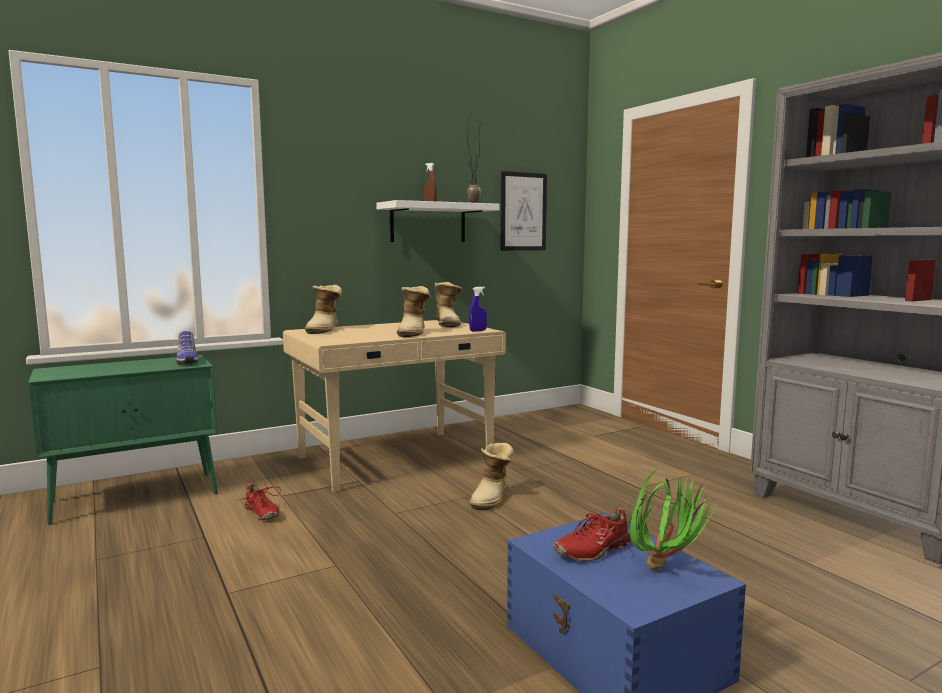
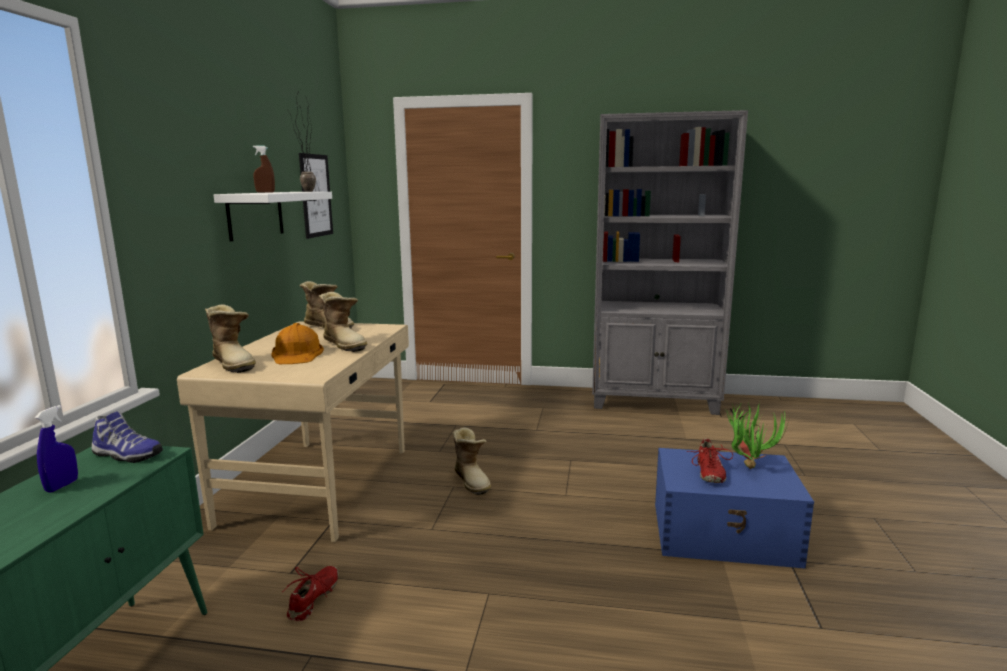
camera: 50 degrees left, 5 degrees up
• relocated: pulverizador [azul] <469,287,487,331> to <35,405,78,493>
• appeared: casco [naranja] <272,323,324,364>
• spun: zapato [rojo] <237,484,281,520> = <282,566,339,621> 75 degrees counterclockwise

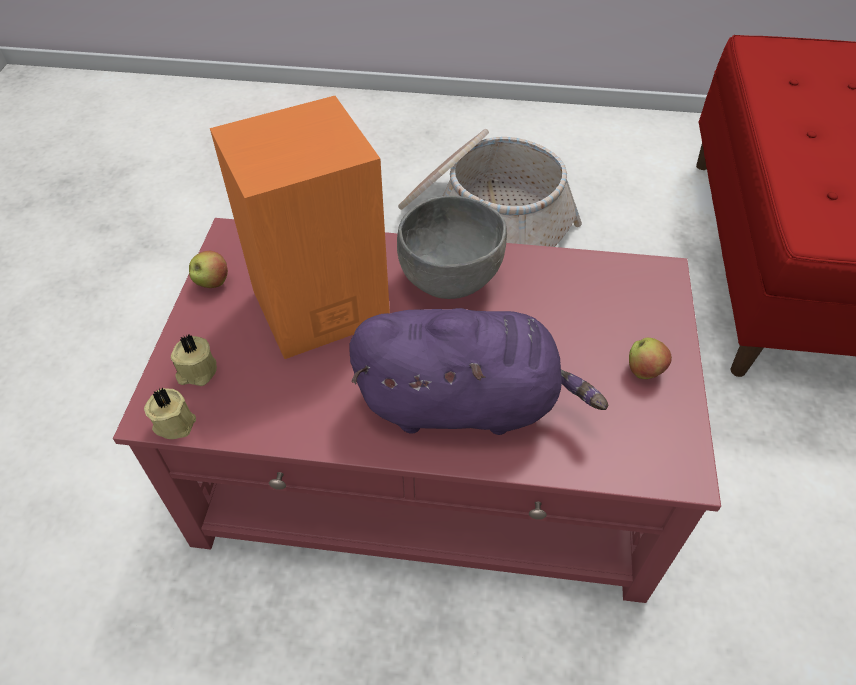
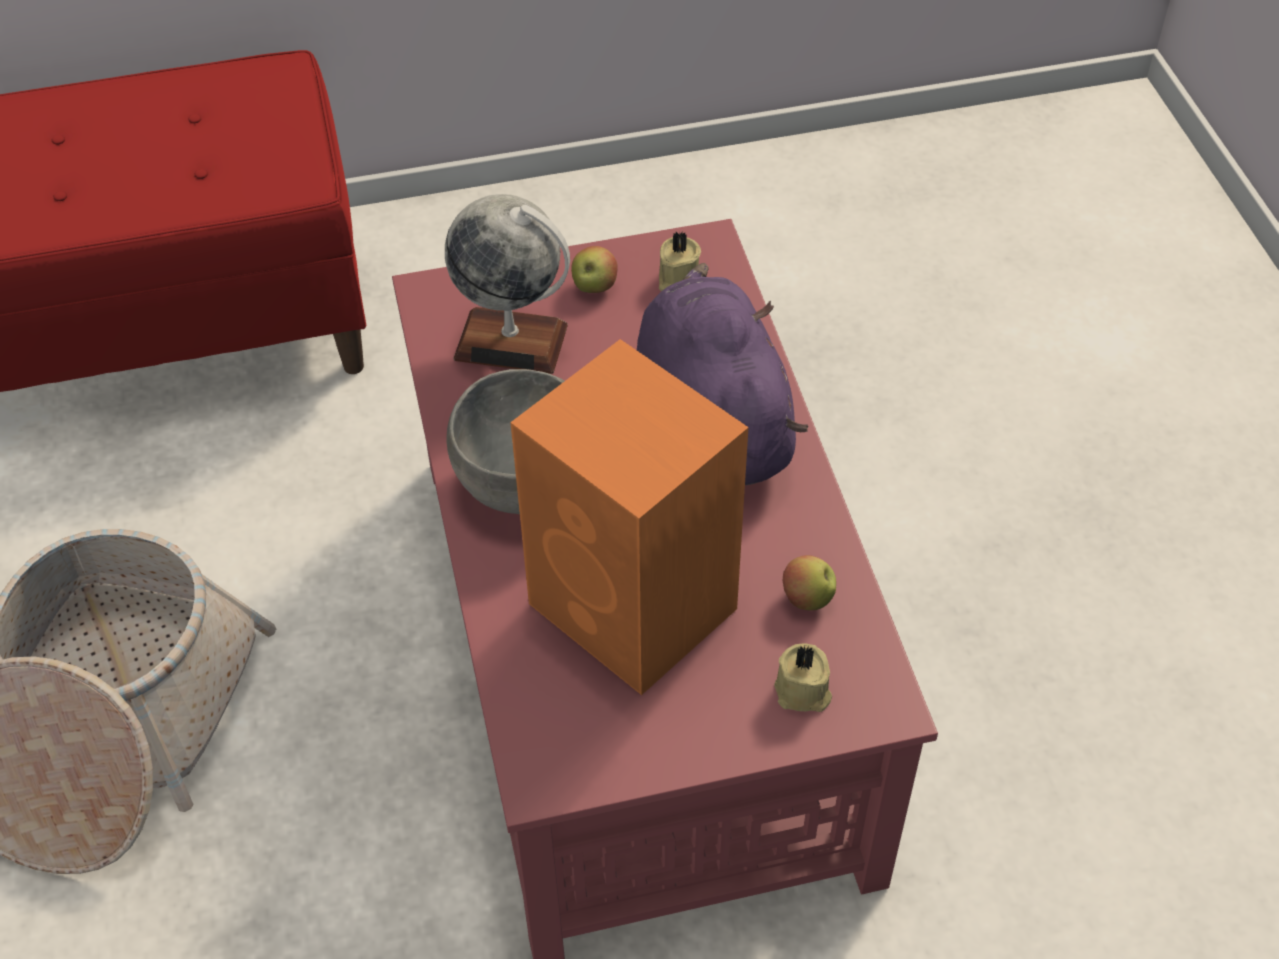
camera: 110 degrees left, 0 degrees up
• appeared: globo terráqueo <445,194,570,374>
• relocated: vela [beis] <144,388,196,439> to <659,232,701,291>
• relocated: manzana <189,251,228,288> to <782,555,836,610>

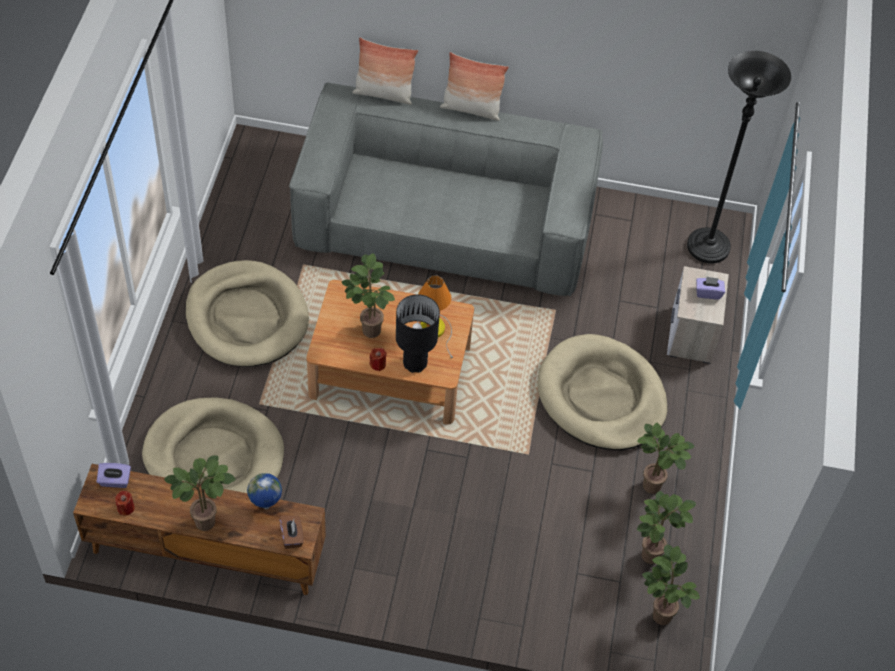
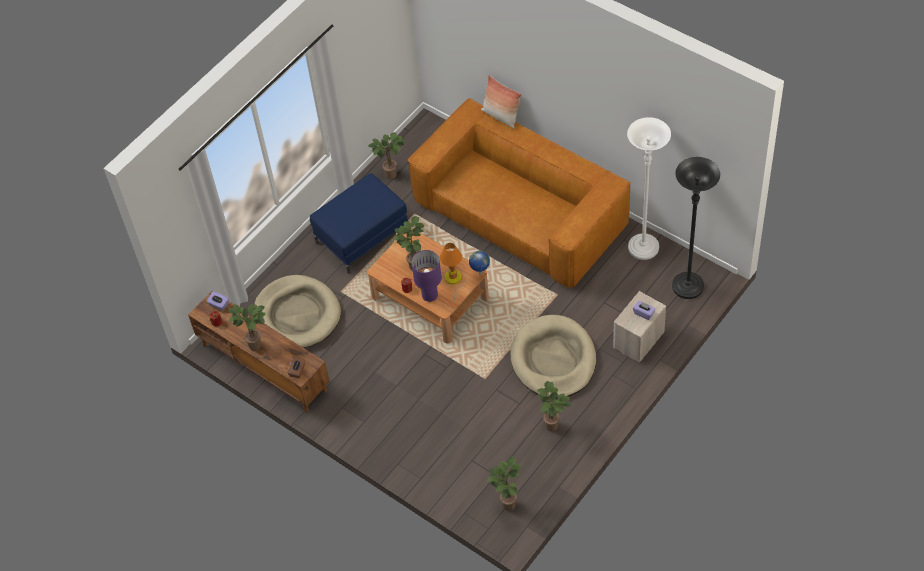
camera: 35 degrees right, 0 degrees up
• exchanged: cama para perro [beis] <185,260,309,367> to puf [azul] <310,173,408,274>
• relocated: planta en maceta <637,491,696,564> to <368,133,407,179>
• colour: sofá [gris] <289,83,603,296> to sofá [marrón] <407,98,631,288>
• colour: lámpara de mesa [negro] <396,294,440,373> to lámpara de mesa [morado] <411,250,442,302>
• relocated: globo terráqueo <247,473,282,509> to <469,251,490,275>
• appeared: lámpara de pie [blanco] <627,117,671,260>
• missing: cojín <440,52,509,121>

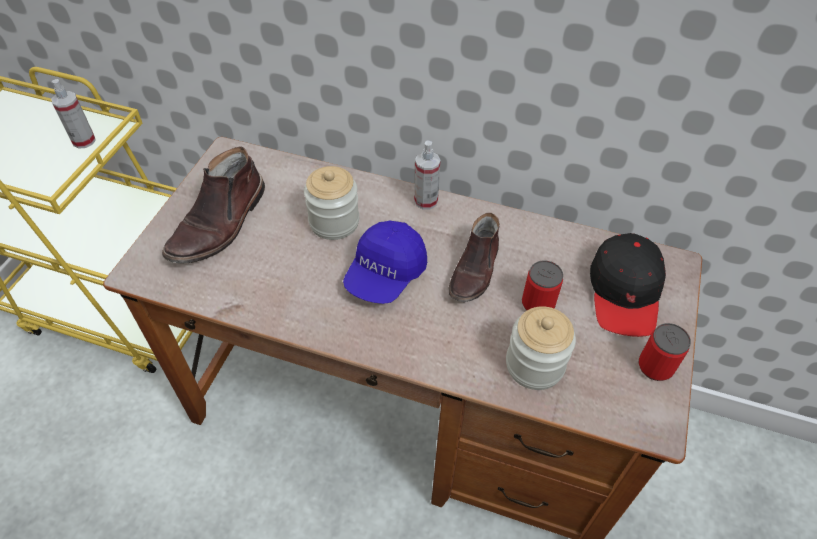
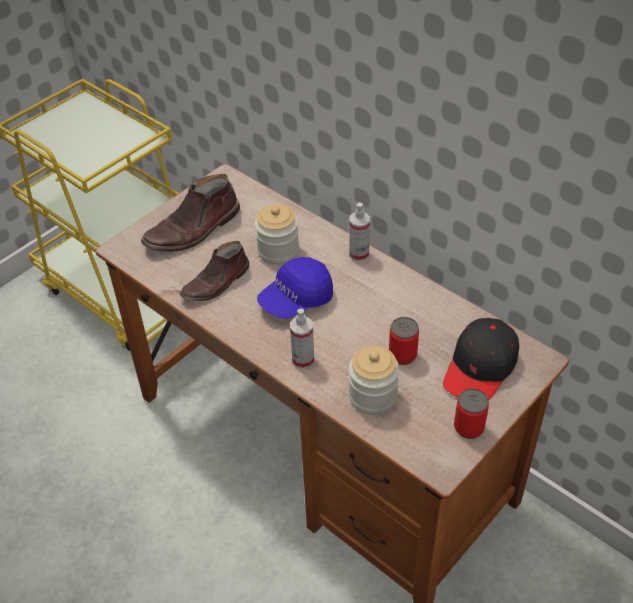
camera: 25 degrees right, 5 degrees down
• relocated: zapato [marrón] <448,213,500,302> to <179,241,249,301>
• relocated: pulverizador <51,79,96,149> to <290,309,314,369>

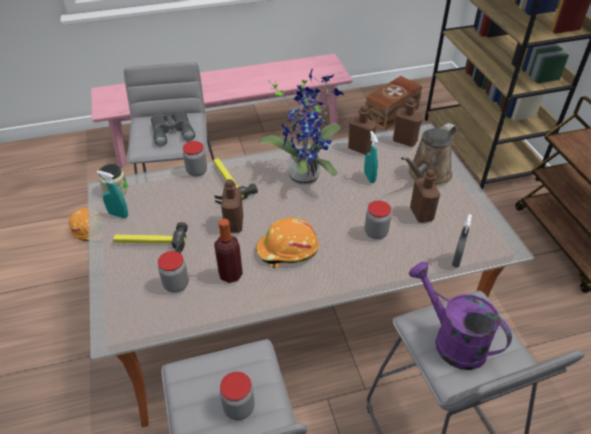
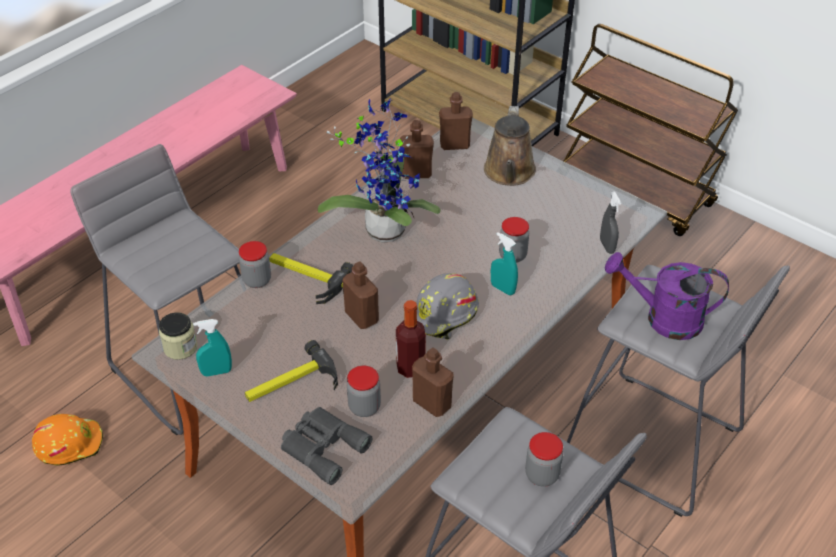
camera: 35 degrees left, 0 degrees up
• relocated: prismáticos [gris] <151,110,195,146> to <281,407,372,485>
• relocated: botella [marrón] <410,169,440,223> to <412,348,454,417>
• colour: casco [naranja] <256,218,319,268> to casco [gris] <416,273,479,340>
• relocated: pulverizador [turquesa] <364,131,378,183> to <491,233,518,295>
• missing: caja de almacenaje [marrón] <365,76,422,130>

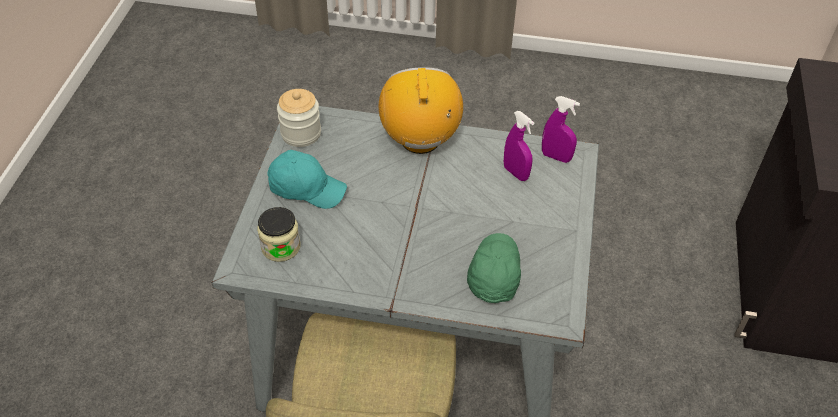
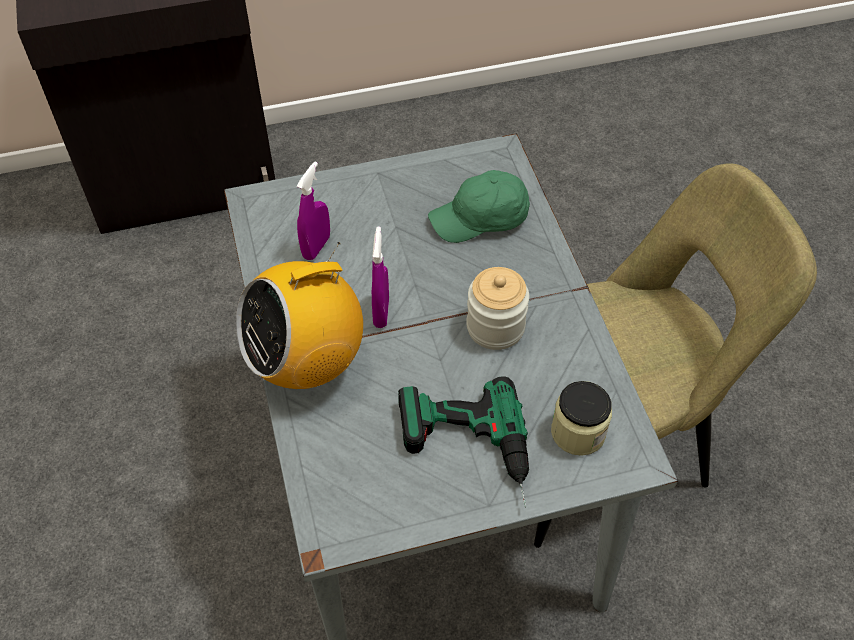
camera: 115 degrees left, 5 degrees up
• relocated: pulverizador [morado] <542,96,580,163> to <372,227,389,328>
• exchanged: gorra [turquesa] <267,150,347,209> to taladro <398,376,529,508>
• relocated: tarro <277,89,321,147> to <466,267,529,350>

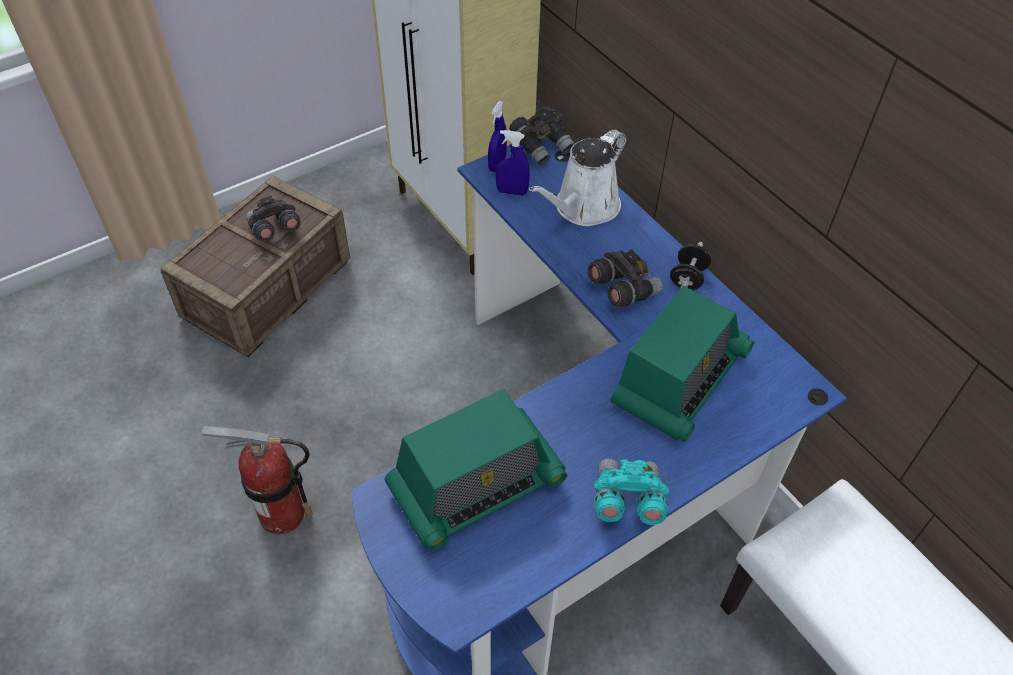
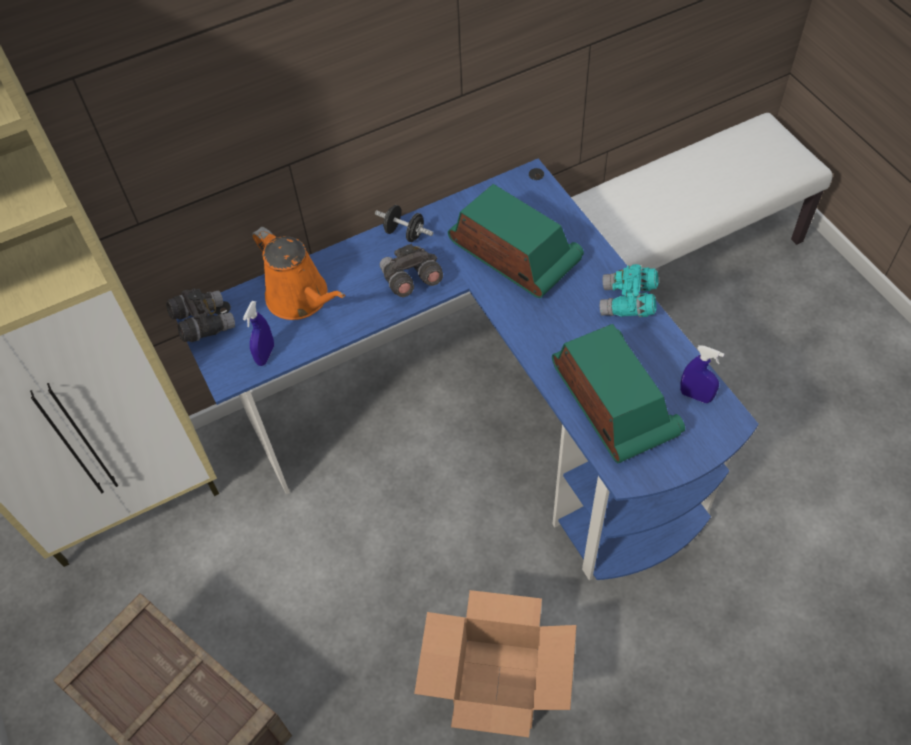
camera: 80 degrees left, 5 degrees up
• colour: regadera [blanco] <529,130,627,226> to regadera [naranja] <252,227,345,320>
• exchanged: extintor <201,426,313,534> to caja de cartón <414,590,577,737>
• relocated: pulverizador [azul] <488,101,507,172> to <680,345,724,403>
• missing: prismáticos [gris] <246,196,300,241>

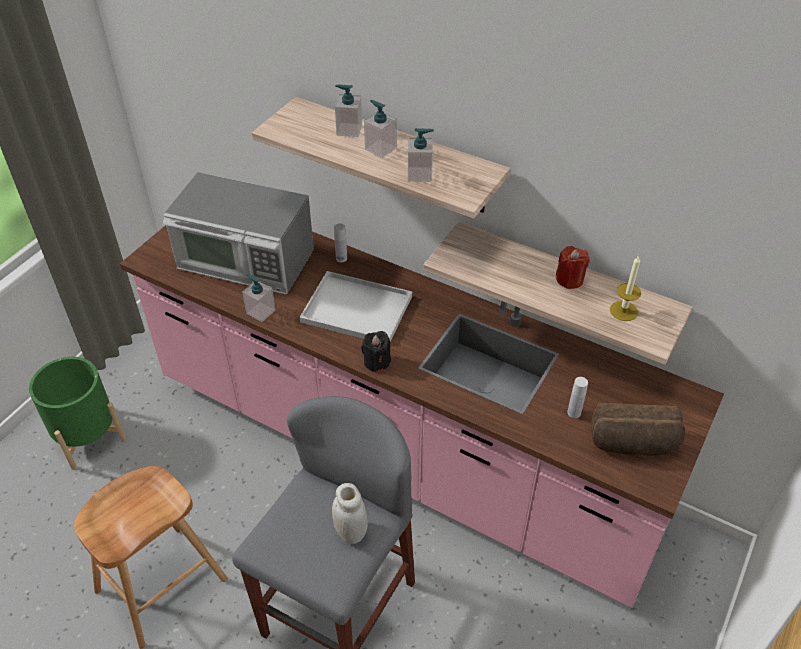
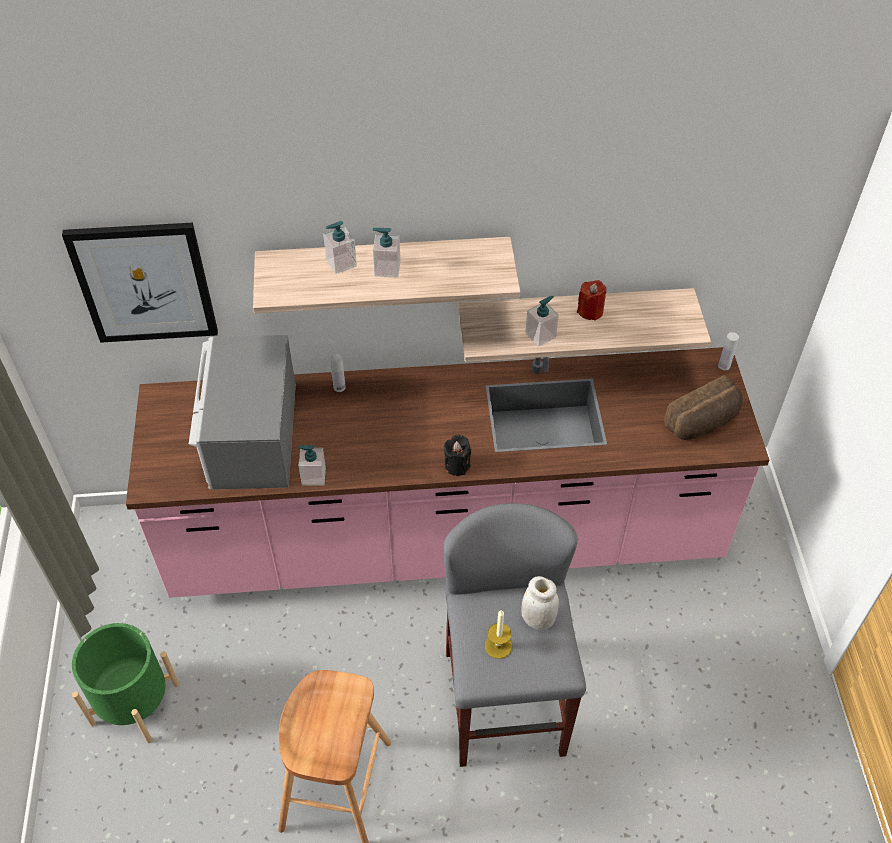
camera: 35 degrees left, 5 degrees up
• appeared: cuadro <62,223,218,343>
• spun: microondas <163,172,314,295> = <189,335,296,490> 105 degrees clockwise
• relocated: vela <610,255,641,321> to <485,610,512,659>
• relocated: dispensador de jabón <408,128,434,182> to <525,296,559,347>
• relocated: botella [blanco] <567,377,588,418> to <718,332,739,371>
• missing: bandeja [blanco] <299,271,412,342>

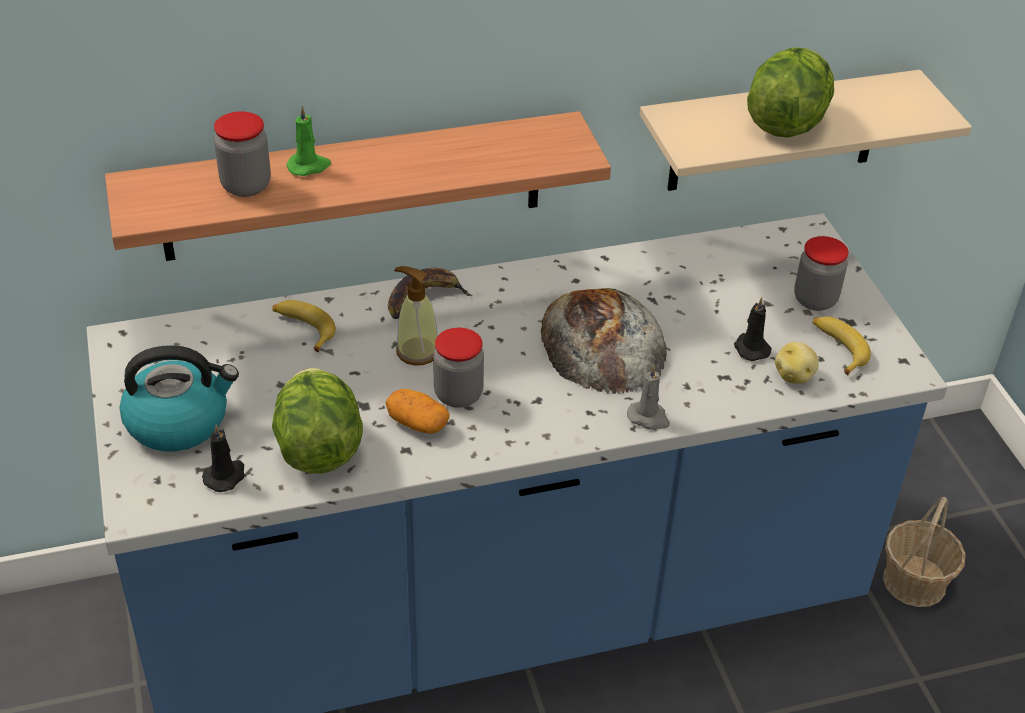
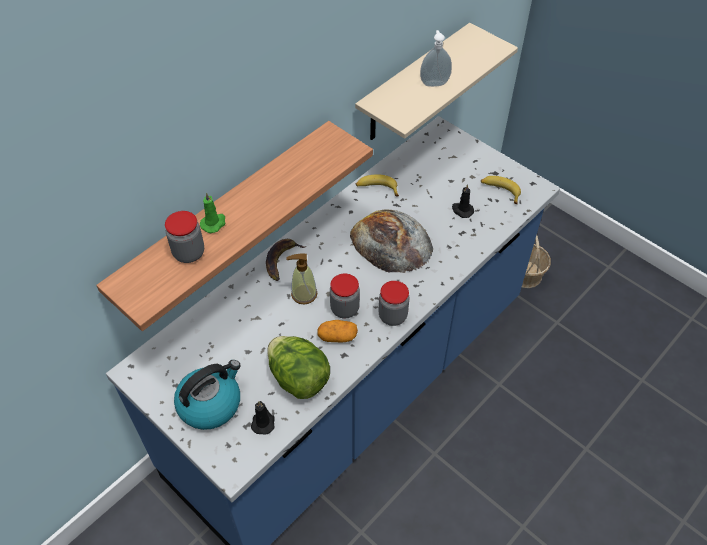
camera: 30 degrees left, 10 degrees up
• relocated: plátano <272,300,336,352> to <356,174,399,196>
• relocated: tarro <794,236,849,311> to <379,281,409,326>
• exchanged: lechuga <747,47,834,138> to dispensador de jabón <420,30,452,87>
• missing: vela [gris] <627,365,670,429>
• missing: patata <775,342,819,383>

